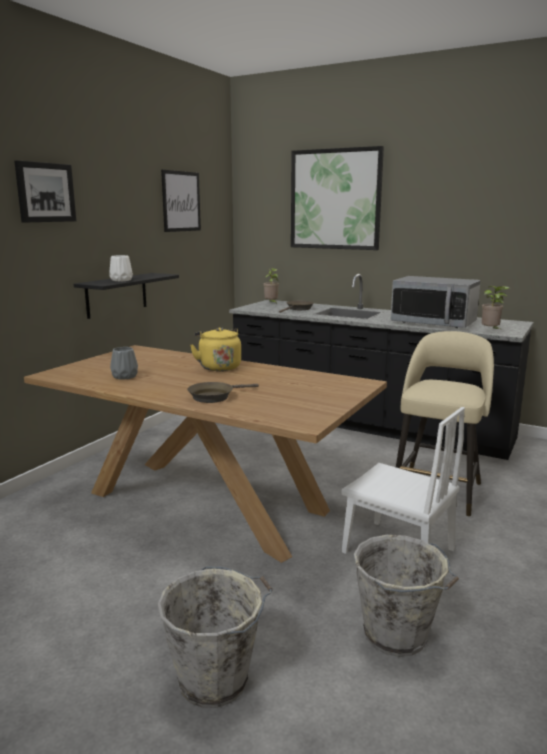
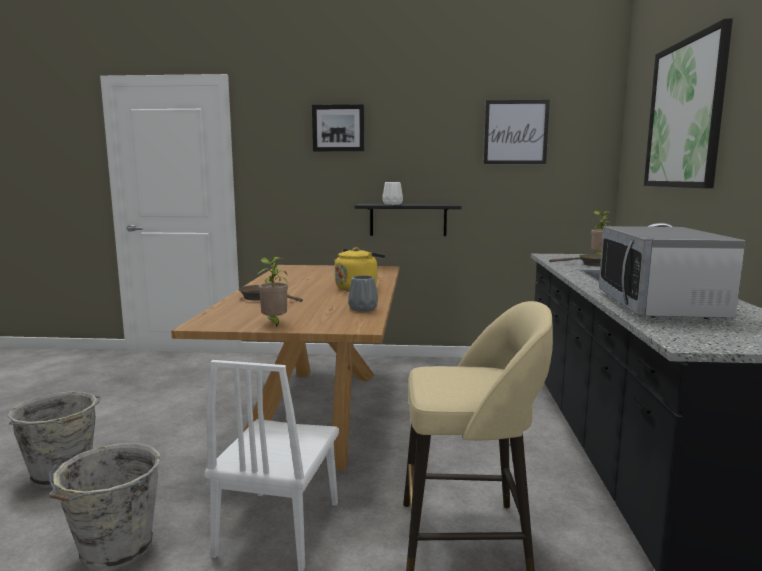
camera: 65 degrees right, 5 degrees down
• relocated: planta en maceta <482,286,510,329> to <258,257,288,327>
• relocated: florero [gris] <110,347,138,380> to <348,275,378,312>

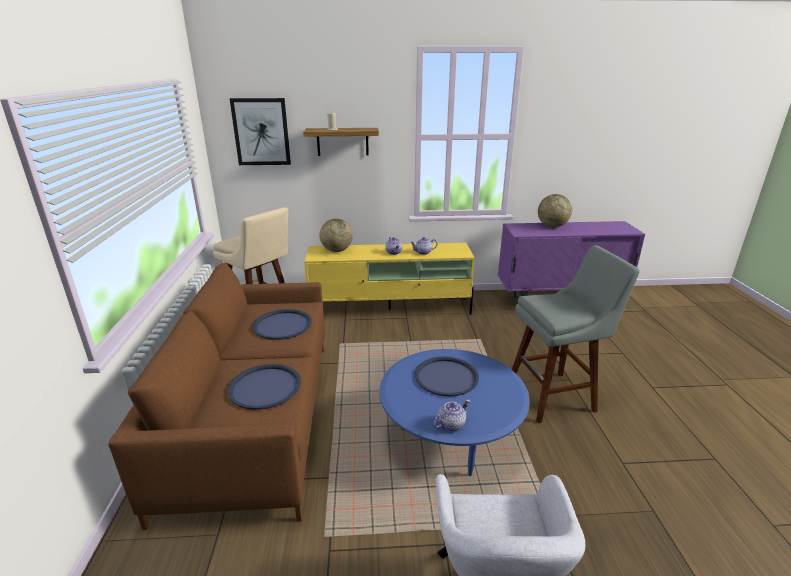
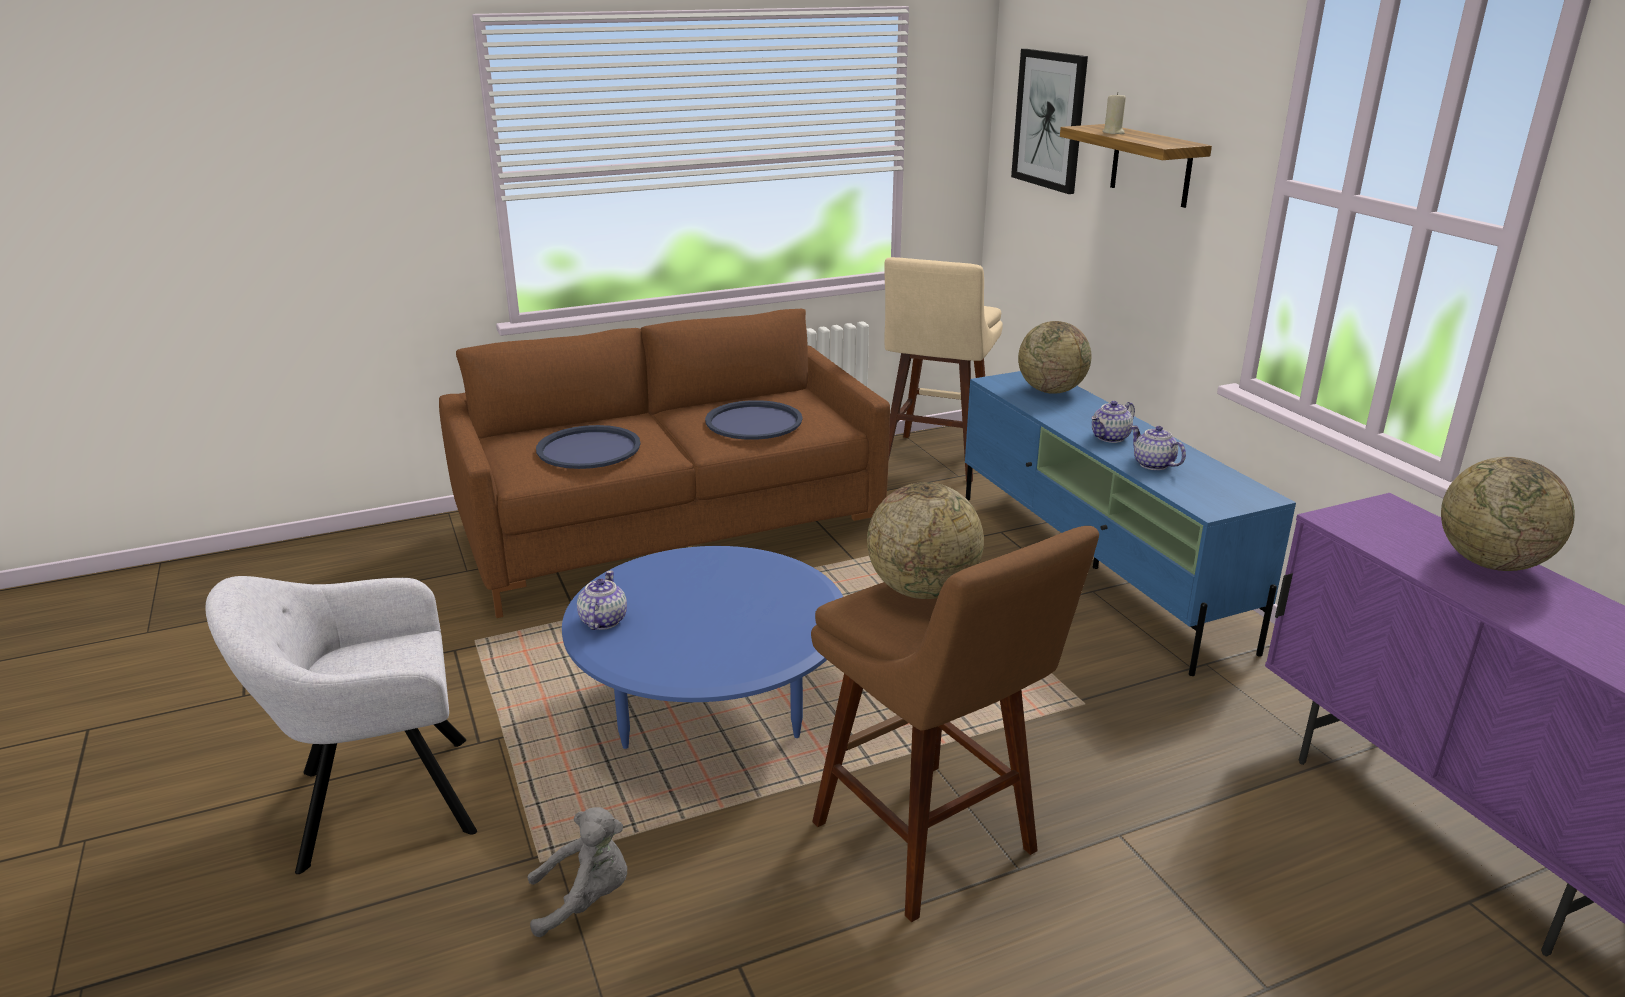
camera: 70 degrees right, 0 degrees up
• appeared: peluche [gris] <527,807,627,937>
• spun: tetera <434,400,470,431> = <577,571,627,630> 120 degrees counterclockwise
• colour: taburete [gris] <512,245,640,423> to taburete [marrón] <811,526,1099,922>
• appeared: globo terráqueo <867,482,984,599>
• colour: mueble de televisión [amarillo] <304,243,475,315> to mueble de televisión [azul] <965,371,1296,676>
• missing: bandeja [azul] <415,356,479,397>

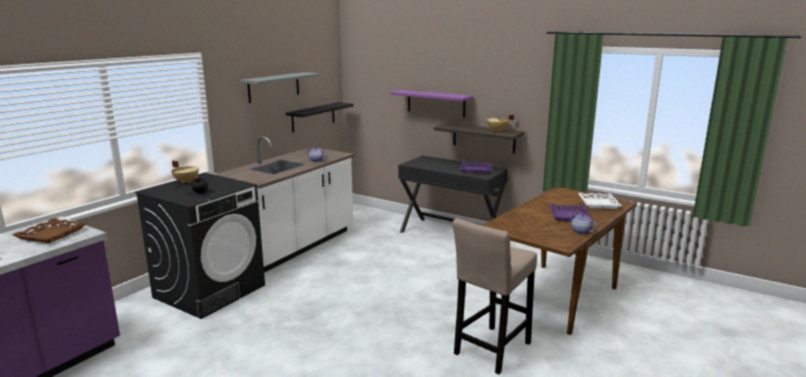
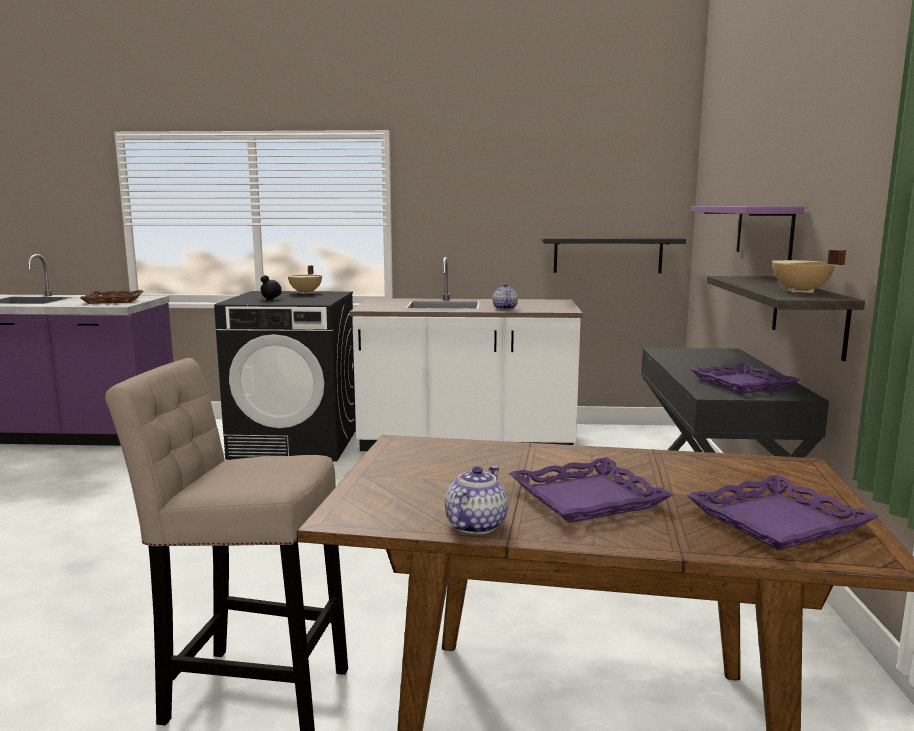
camera: 60 degrees right, 5 degrees down
• colour: bandeja [blanco] <578,193,622,209> to bandeja [morado] <687,475,879,550>
• missing: estante [gris] <240,72,319,103>

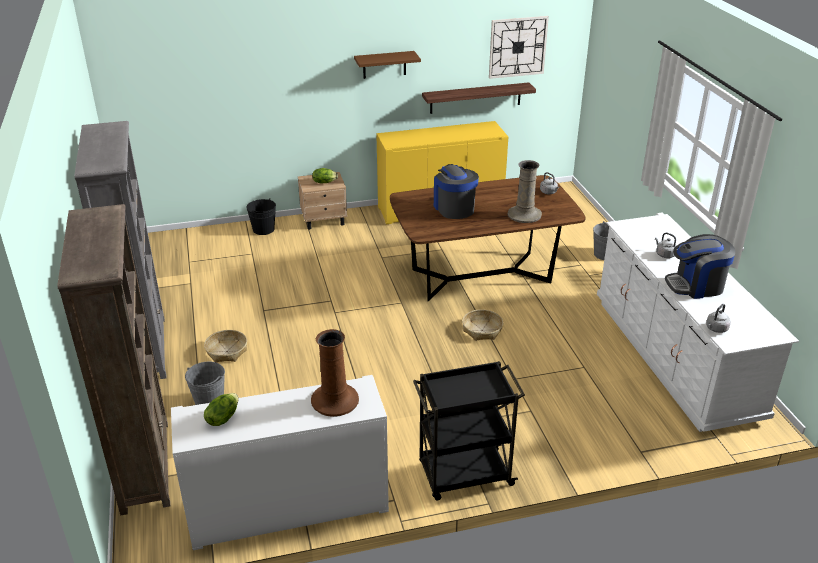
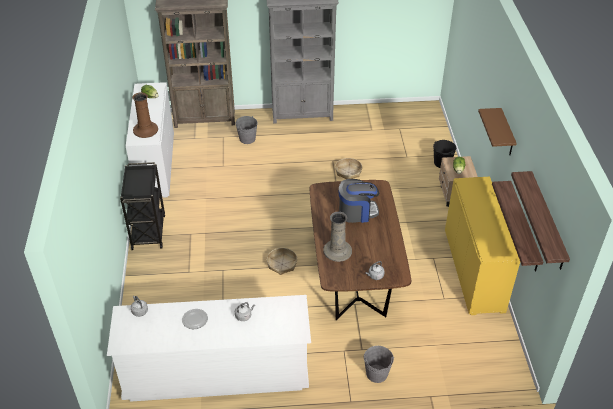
camera: 100 degrees right, 10 degrees up
• exchanged: cafetera <665,234,735,299> to plato <182,309,208,329>
• relocated: cesta <204,330,247,362> to <335,158,362,179>
• exchanged: reloj de pared <489,16,549,79> to estante <511,171,570,270>

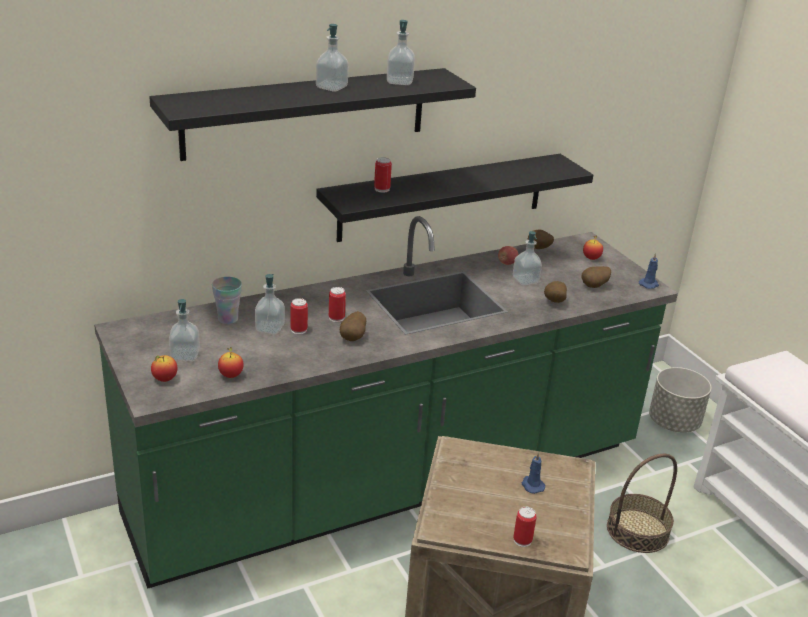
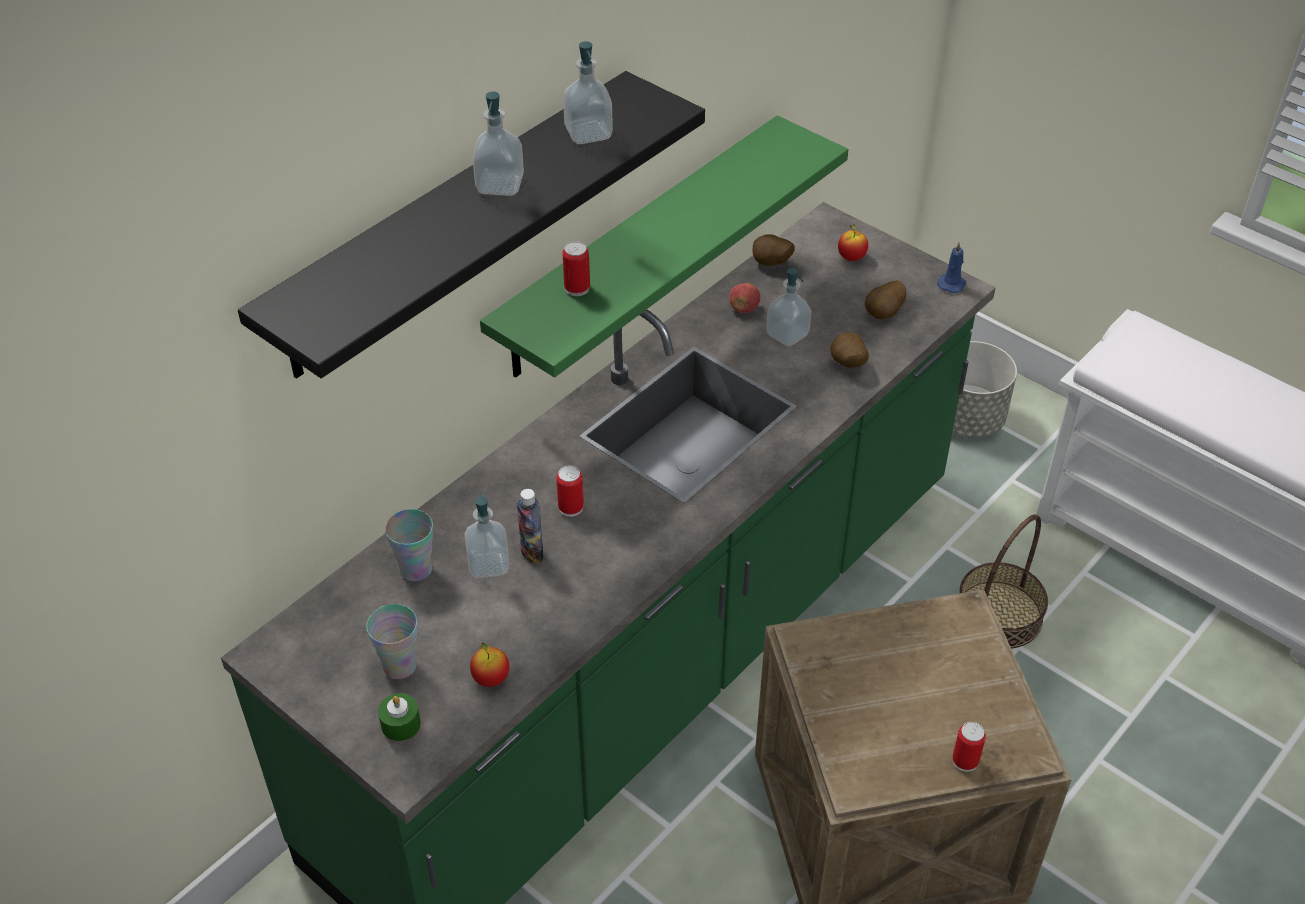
camera: 20 degrees left, 15 degrees up
• exchanged: dispensador de jabón <169,299,200,361> to taza <366,604,417,679>
• exchanged: manzana <151,355,177,382> to vela [verde] <378,693,421,741>
• colour: estante [negro] <316,154,593,242> to estante [verde] <480,115,848,378>
• exchanged: lata <291,298,308,334> to botella <517,489,544,564>
• missing: patata <340,311,366,341>
• missing: vela [azul] <521,452,545,494>

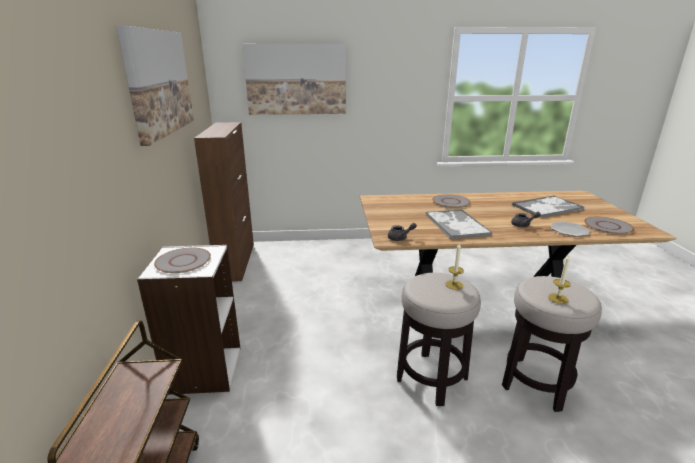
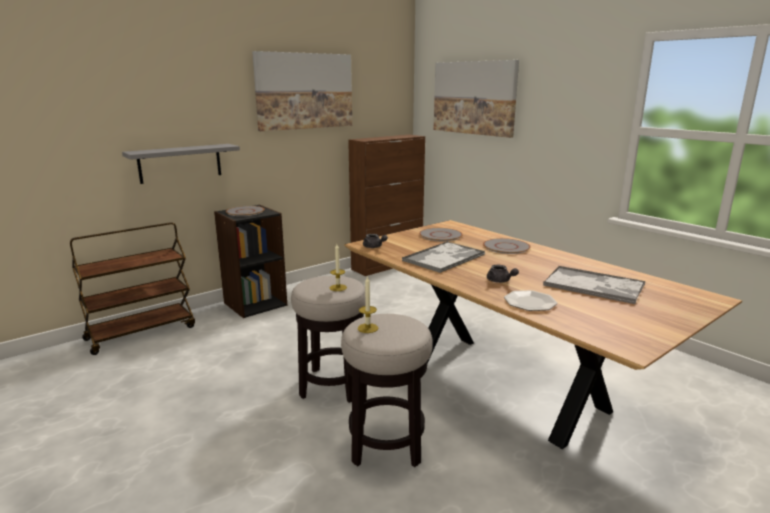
camera: 55 degrees right, 5 degrees down
• appeared: estante [gris] <122,144,240,184>
• colour: estantería [blanco] <137,245,241,395> to estantería [negro] <214,205,287,318>
• relocated: plato [gris] <584,217,634,235> to <419,228,463,241>

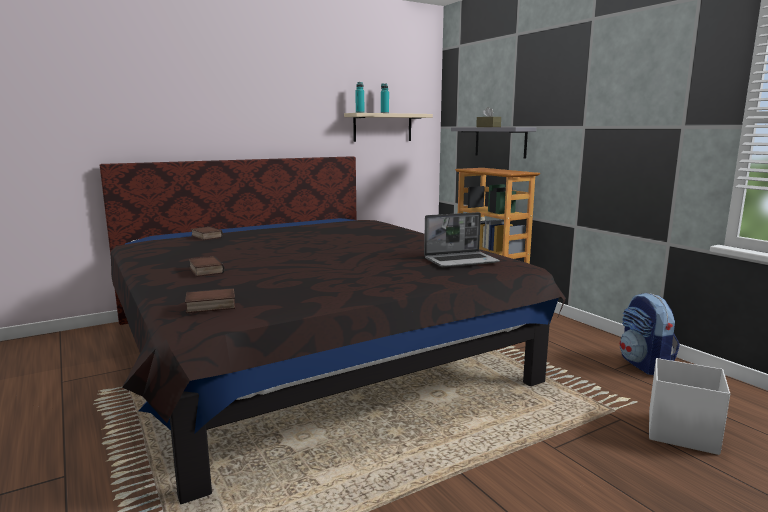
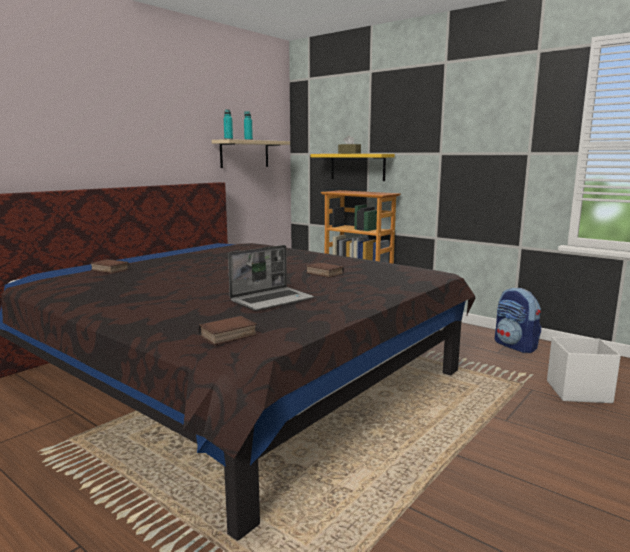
camera: 20 degrees left, 0 degrees up
• relocated: portátil <424,212,500,267> to <228,245,314,311>
• relocated: libro <189,256,225,277> to <306,262,344,278>
• colour: estante [gris] <451,127,536,159> to estante [amarillo] <311,154,395,181>

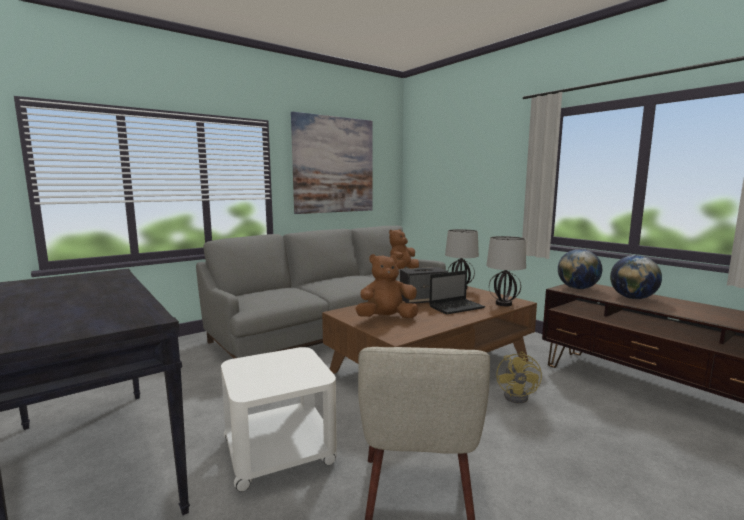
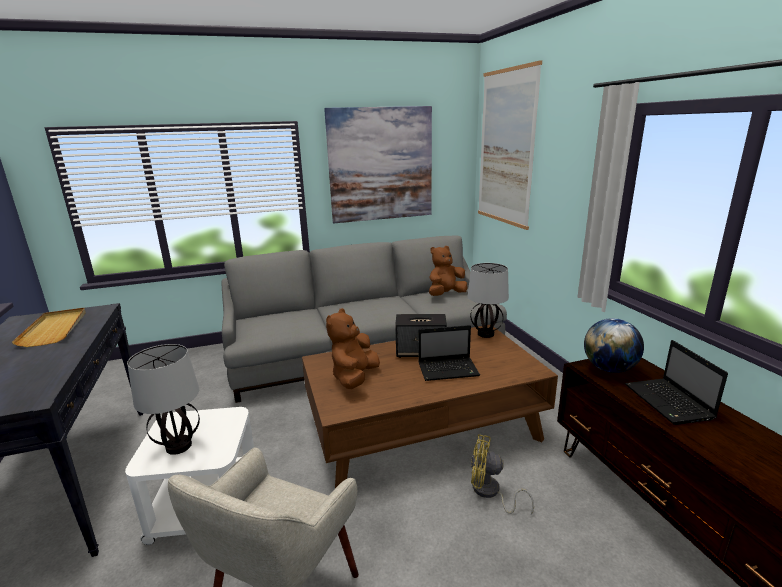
camera: 20 degrees right, 10 degrees up
• appeared: bandeja [beis] <12,308,86,347>
• relocated: lámpara de mesa <486,236,526,306> to <127,344,200,455>
• spun: peluche [marrón] <355,254,419,318> = <326,308,380,389> 75 degrees counterclockwise
• spun: ventilador [amarillo] <496,352,542,404> = <471,434,534,515> 75 degrees clockwise
• appeared: cuadro <478,60,542,230>
• exchanged: globo terráqueo <610,255,662,299> to portátil <625,340,728,425>

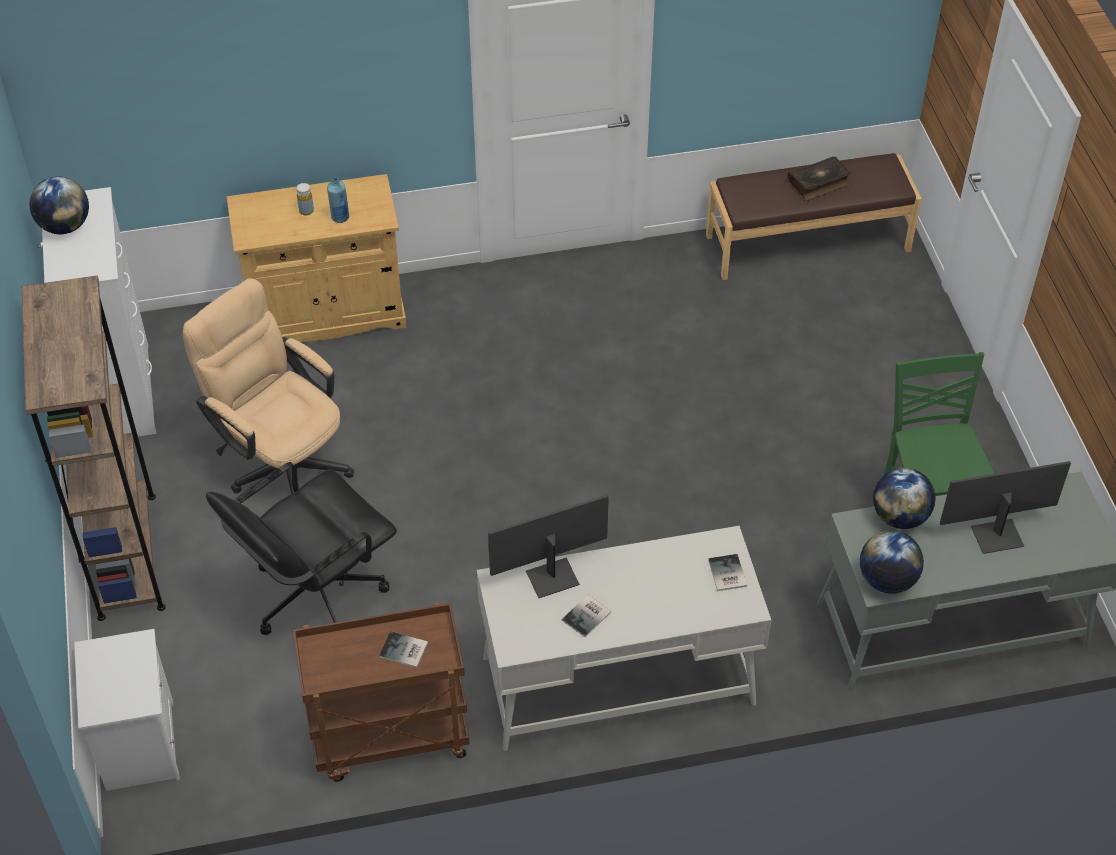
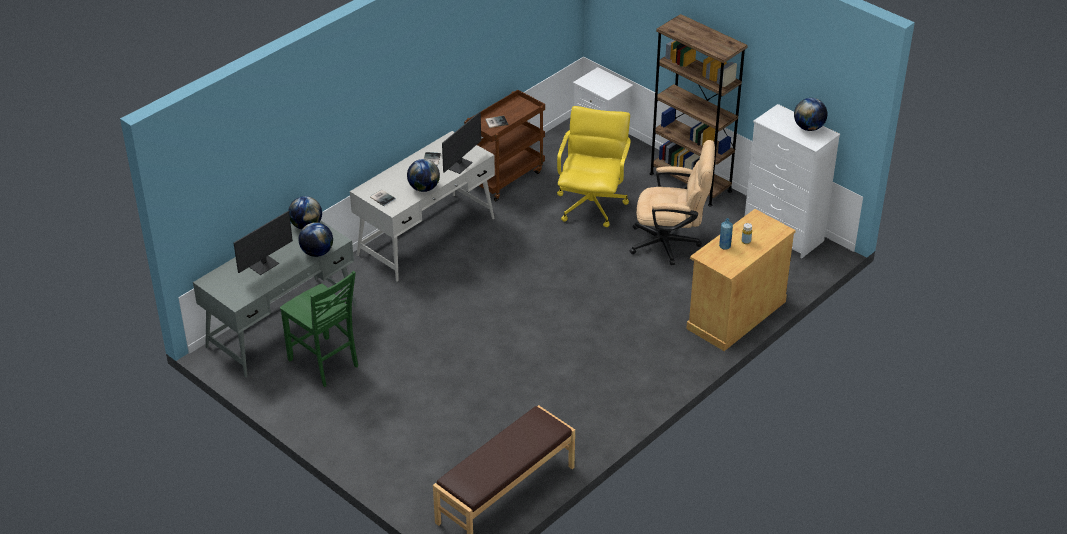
camera: 145 degrees right, 10 degrees down
• appeared: globo terráqueo <407,159,440,192>
• colour: silla de oficina [negro] <206,462,397,635> to silla de oficina [amarillo] <557,106,631,227>
• missing: libro <787,157,851,201>

